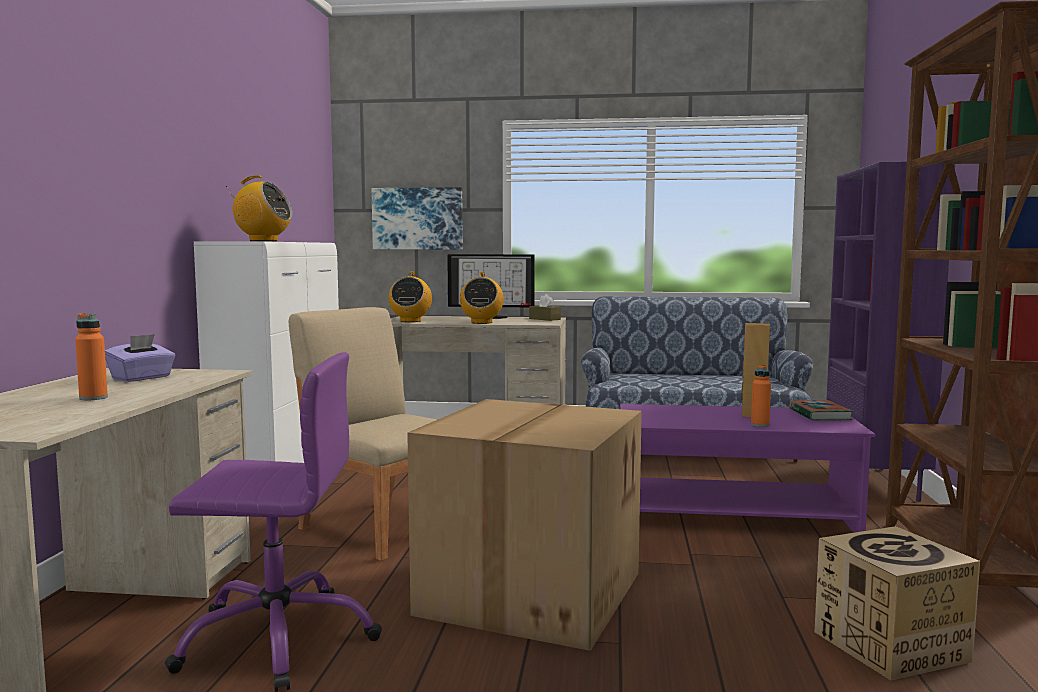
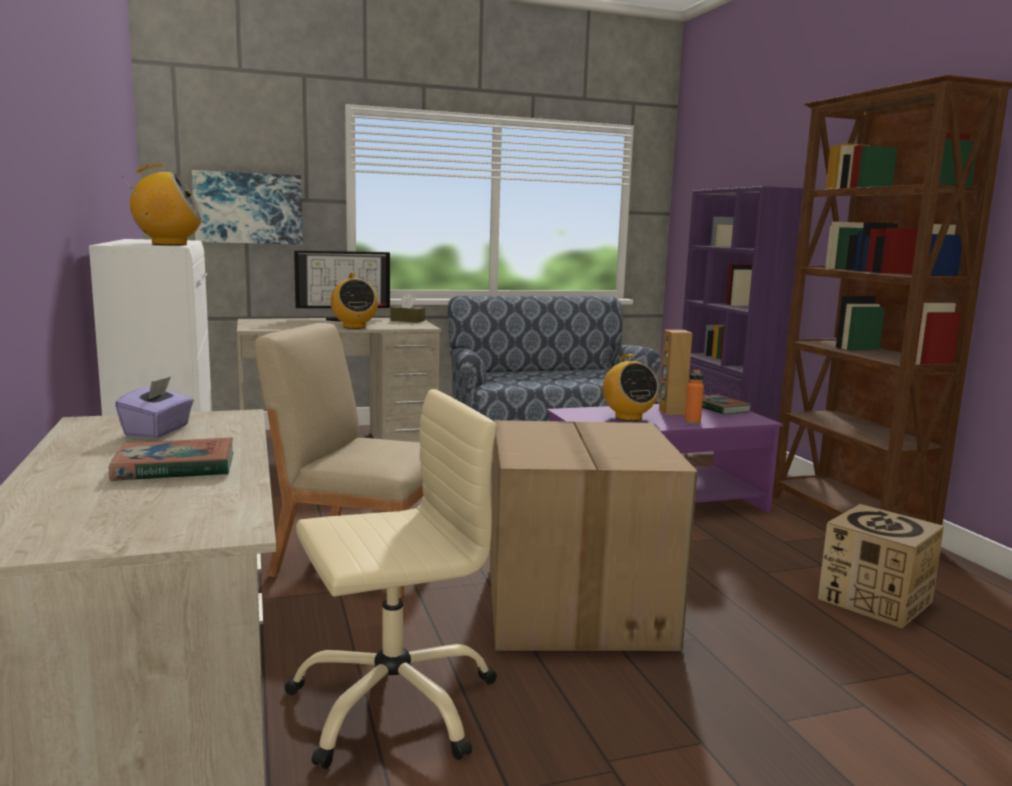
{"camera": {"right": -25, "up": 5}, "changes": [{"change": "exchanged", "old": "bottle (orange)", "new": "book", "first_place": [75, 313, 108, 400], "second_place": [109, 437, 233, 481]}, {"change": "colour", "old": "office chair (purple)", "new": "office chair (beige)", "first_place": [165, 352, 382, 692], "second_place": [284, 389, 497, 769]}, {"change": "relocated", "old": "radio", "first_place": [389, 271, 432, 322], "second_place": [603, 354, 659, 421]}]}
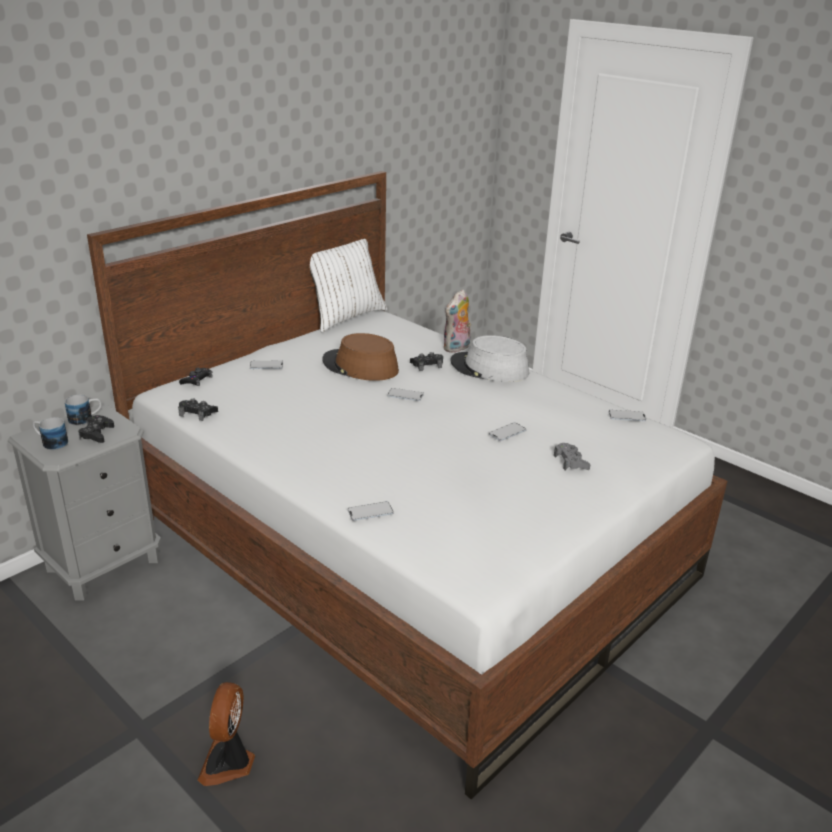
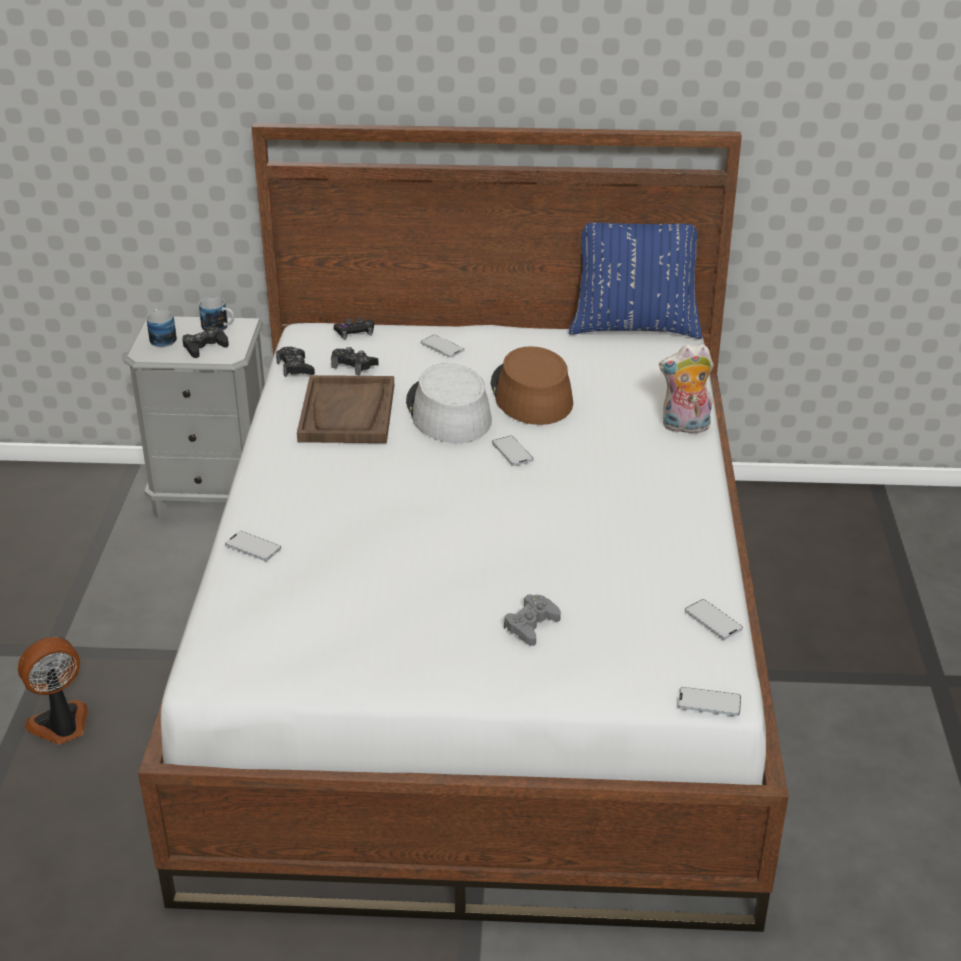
{"camera": {"right": 50, "up": 5}, "changes": [{"change": "appeared", "new": "tray (brown)", "second_place": [297, 375, 394, 443]}, {"change": "relocated", "old": "game controller (black)", "first_place": [410, 352, 443, 371], "second_place": [331, 347, 379, 376]}, {"change": "relocated", "old": "hat (grey)", "first_place": [451, 335, 529, 382], "second_place": [406, 363, 492, 443]}, {"change": "colour", "old": "pillow (white)", "new": "pillow (blue)", "first_place": [310, 239, 387, 332], "second_place": [569, 223, 702, 339]}, {"change": "relocated", "old": "phone", "first_place": [489, 422, 526, 441], "second_place": [678, 687, 741, 716]}]}
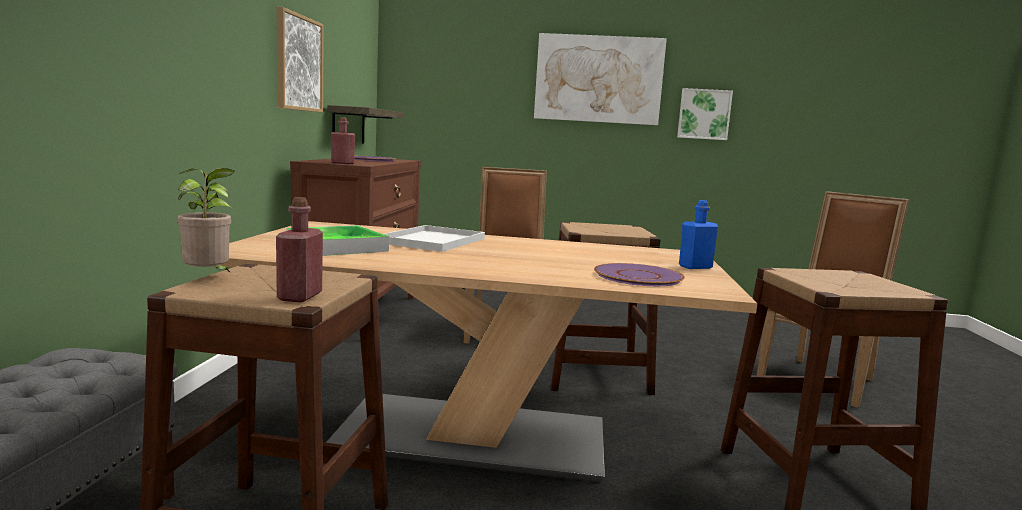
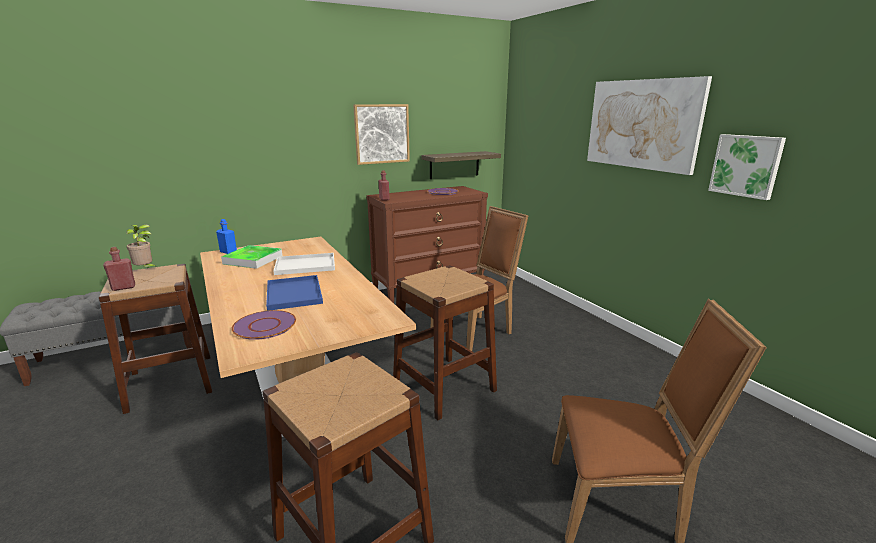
{"camera": {"right": 55, "up": 10}, "changes": [{"change": "relocated", "old": "bottle (blue)", "first_place": [679, 200, 718, 269], "second_place": [216, 219, 237, 254]}, {"change": "appeared", "new": "tray (blue)", "second_place": [266, 275, 323, 311]}]}
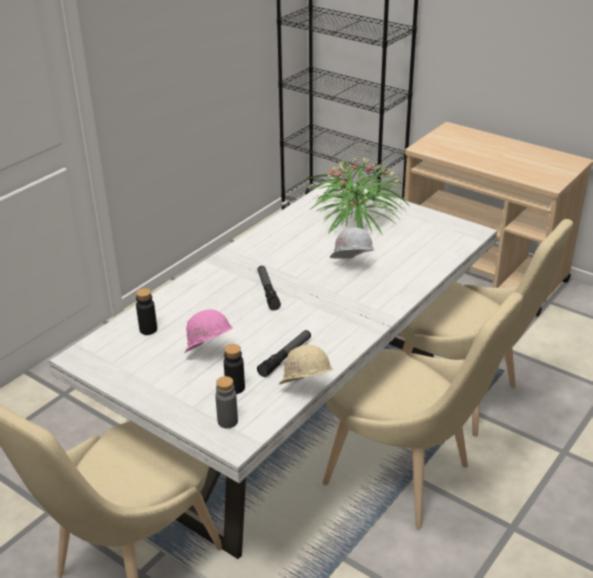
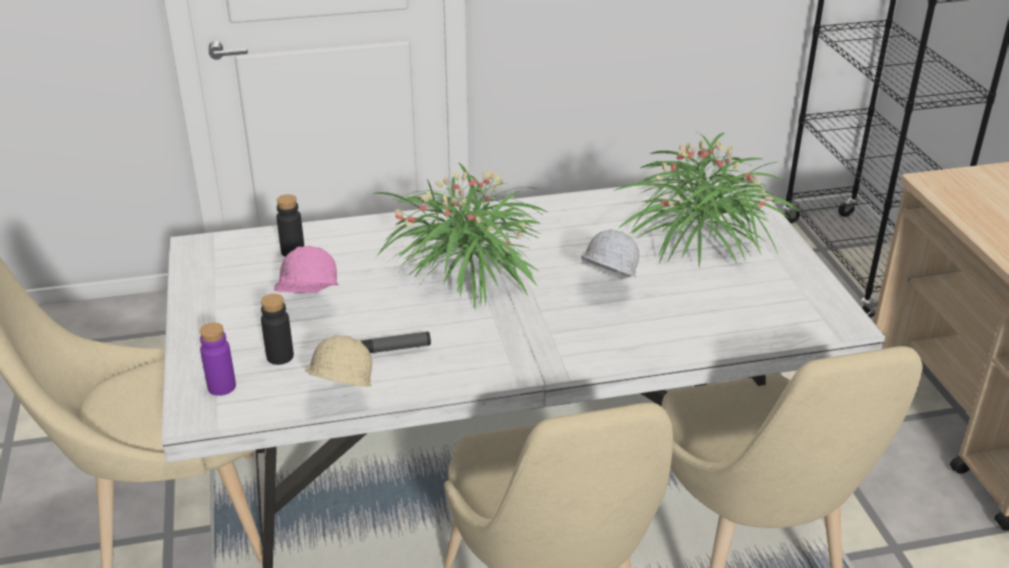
{"camera": {"right": 40, "up": 0}, "changes": [{"change": "colour", "old": "bottle (grey)", "new": "bottle (purple)", "first_place": [215, 376, 238, 429], "second_place": [200, 323, 236, 396]}, {"change": "exchanged", "old": "flashlight", "new": "potted plant", "first_place": [257, 266, 281, 310], "second_place": [375, 162, 547, 308]}]}
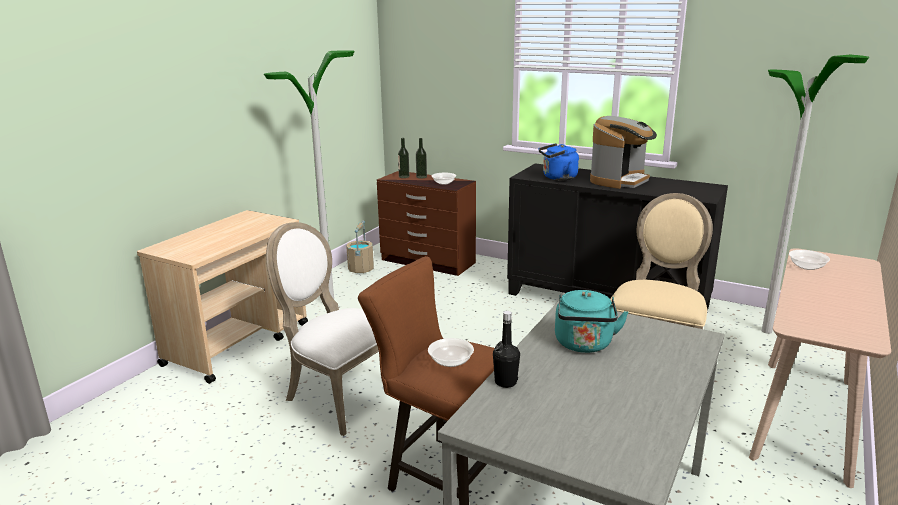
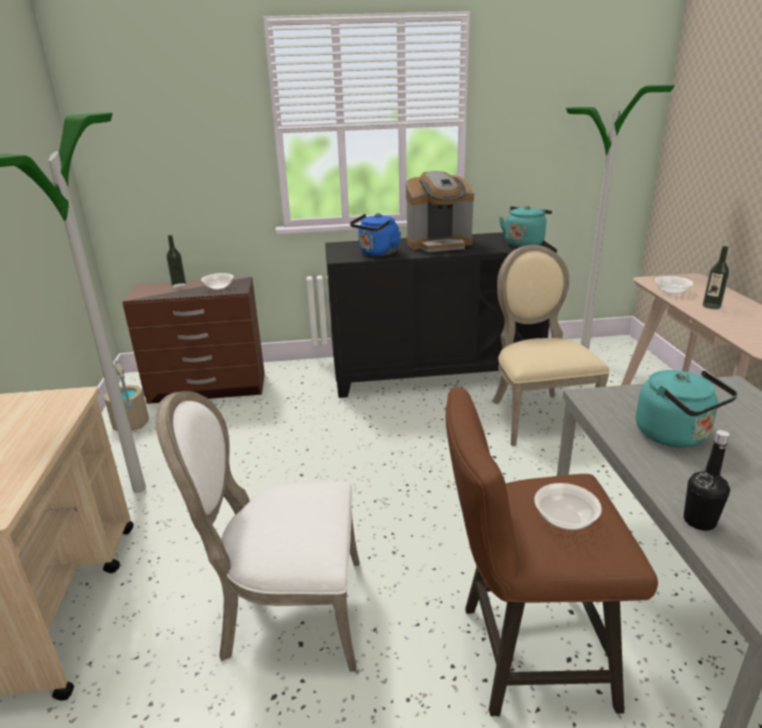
{"camera": {"right": -35, "up": 5}, "changes": [{"change": "spun", "old": "coffee machine", "first_place": [590, 116, 657, 189], "second_place": [406, 171, 474, 252], "degrees": 75}, {"change": "appeared", "new": "kettle (turquoise)", "second_place": [499, 205, 552, 247]}, {"change": "relocated", "old": "bottle", "first_place": [398, 138, 410, 178], "second_place": [703, 246, 729, 309]}]}
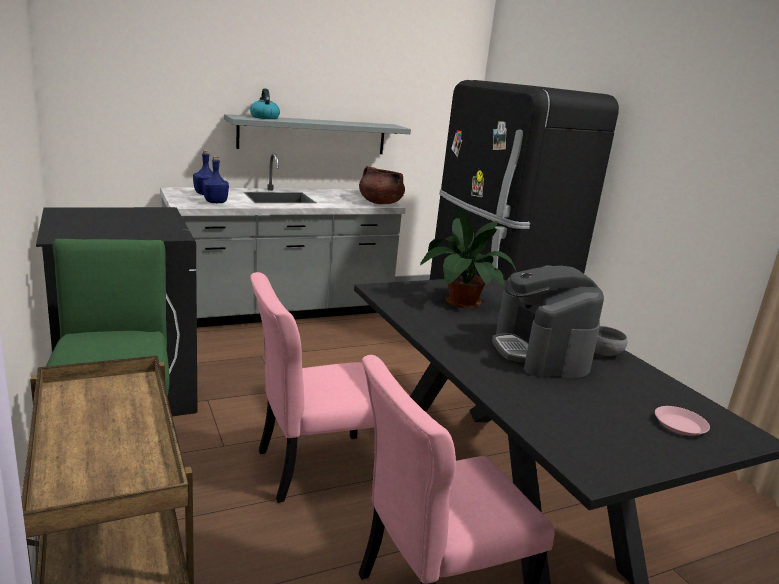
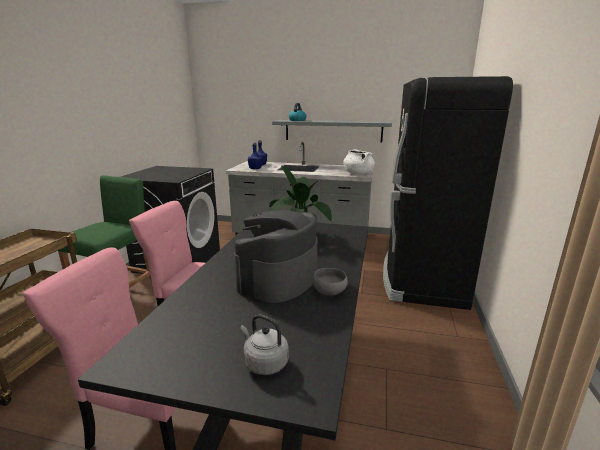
{"camera": {"right": 40, "up": 0}, "changes": [{"change": "exchanged", "old": "plate (pink)", "new": "kettle (grey)", "first_place": [655, 406, 710, 436], "second_place": [240, 314, 289, 375]}, {"change": "colour", "old": "cooking pot (brown)", "new": "cooking pot (white)", "first_place": [359, 166, 405, 204], "second_place": [343, 149, 375, 175]}]}
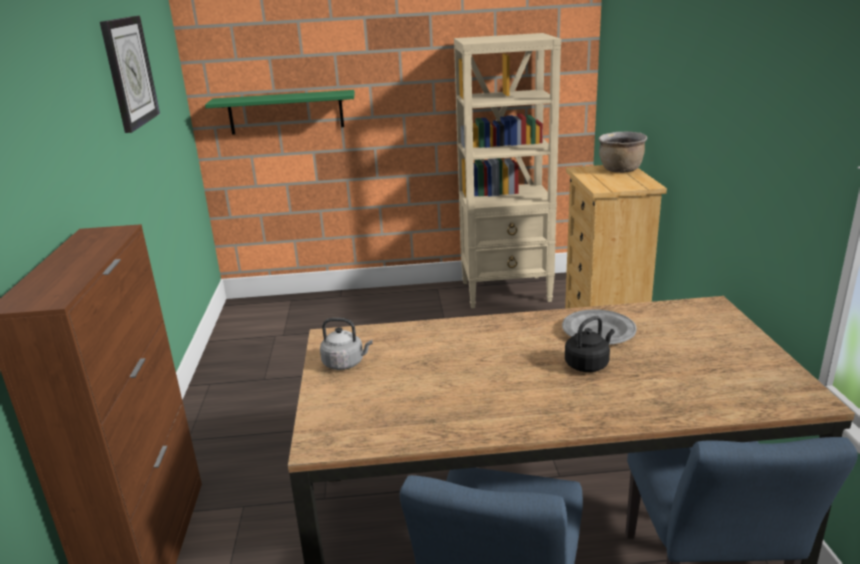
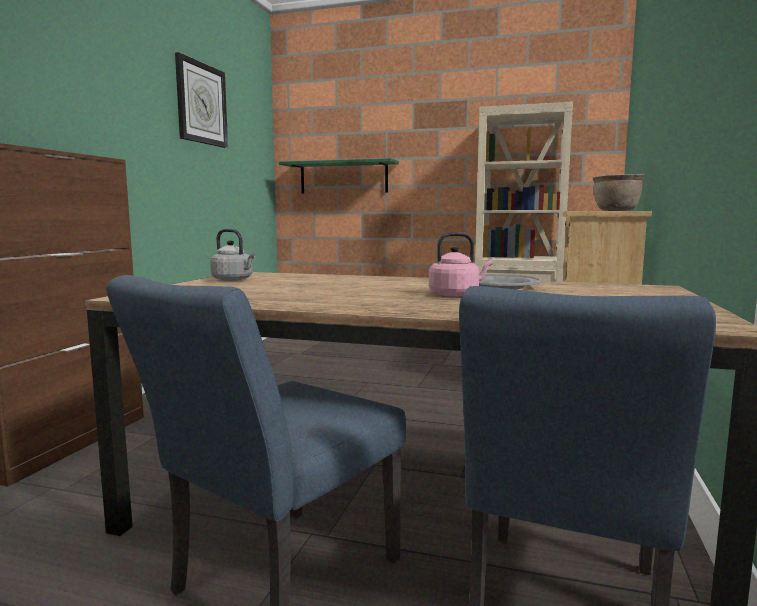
{"camera": {"right": 20, "up": -15}, "changes": [{"change": "colour", "old": "kettle (black)", "new": "kettle (pink)", "first_place": [565, 316, 615, 372], "second_place": [429, 232, 493, 297]}]}
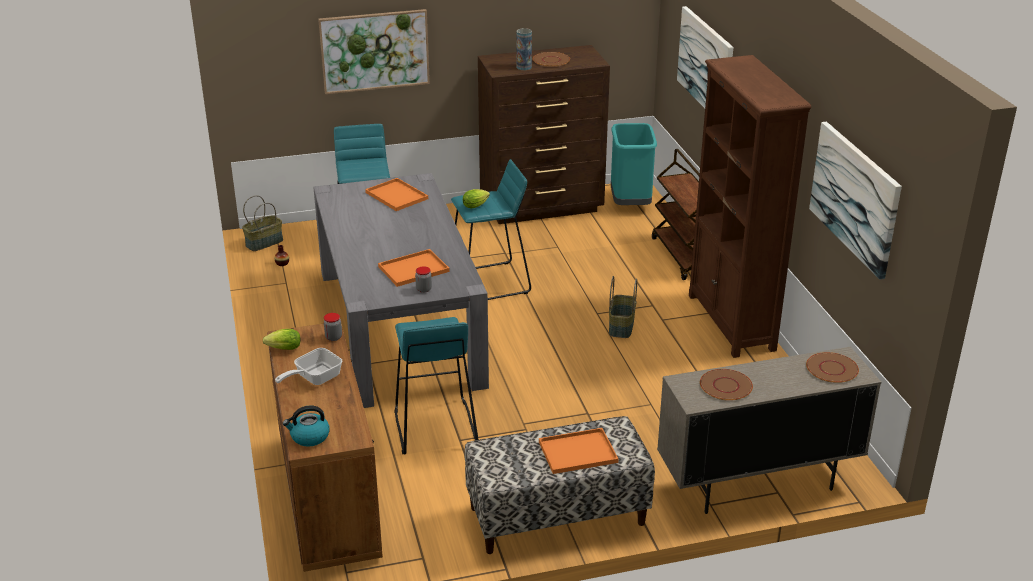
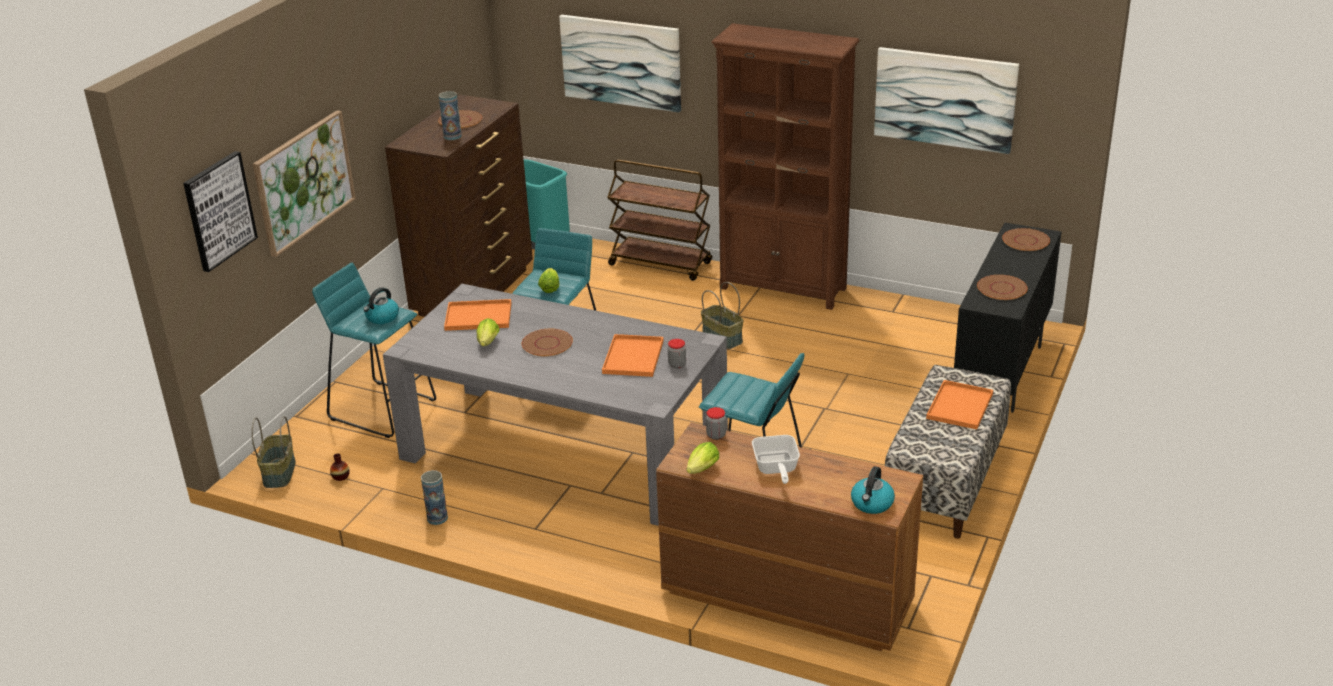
{"camera": {"right": -50, "up": 0}, "changes": [{"change": "appeared", "new": "picture", "second_place": [183, 151, 258, 272]}, {"change": "appeared", "new": "kettle", "second_place": [363, 287, 399, 324]}, {"change": "appeared", "new": "vase", "second_place": [421, 470, 448, 525]}, {"change": "appeared", "new": "lettuce", "second_place": [477, 318, 500, 346]}, {"change": "appeared", "new": "plate (brown)", "second_place": [522, 329, 573, 356]}, {"change": "colour", "old": "cabinet (beige)", "new": "cabinet (black)", "first_place": [657, 347, 881, 514], "second_place": [954, 222, 1062, 413]}]}
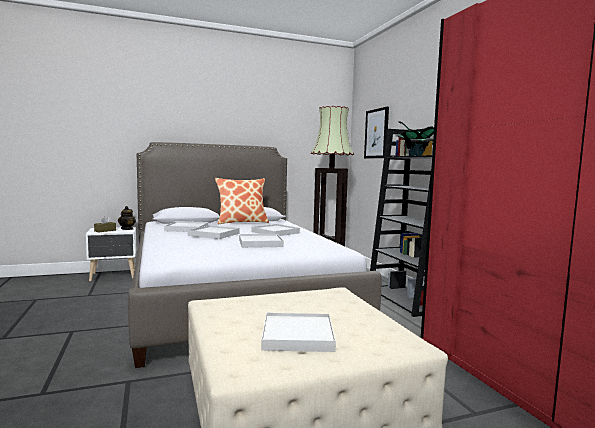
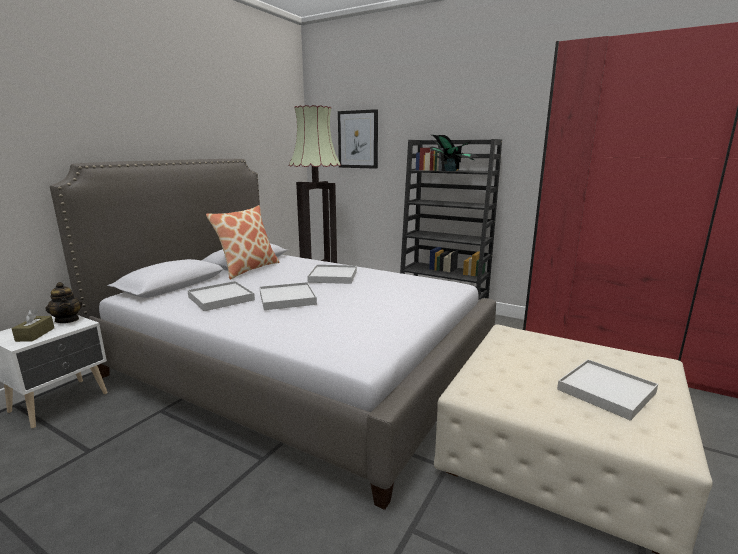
{"camera": {"right": -40, "up": 10}, "changes": [{"change": "missing", "old": "tray (white)", "first_place": [239, 234, 284, 248]}]}
